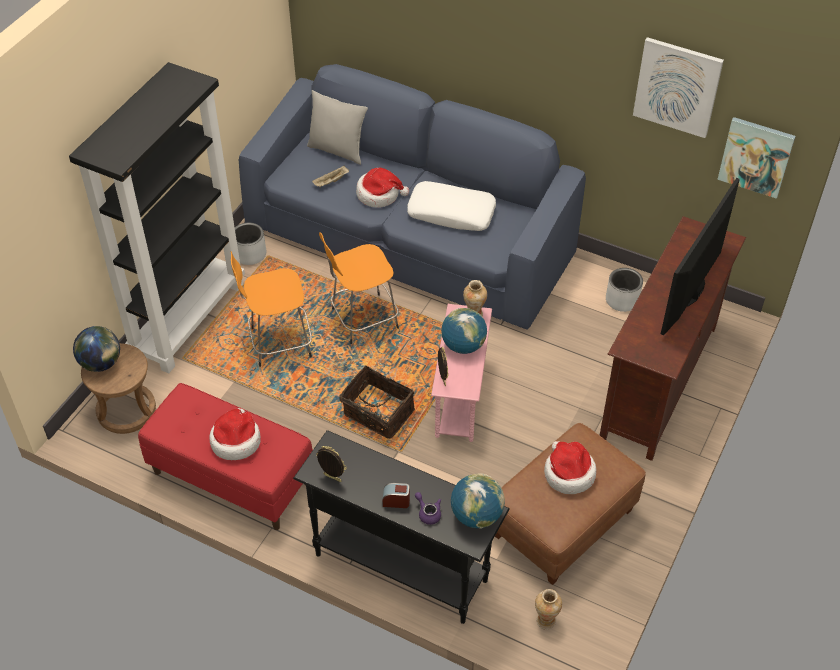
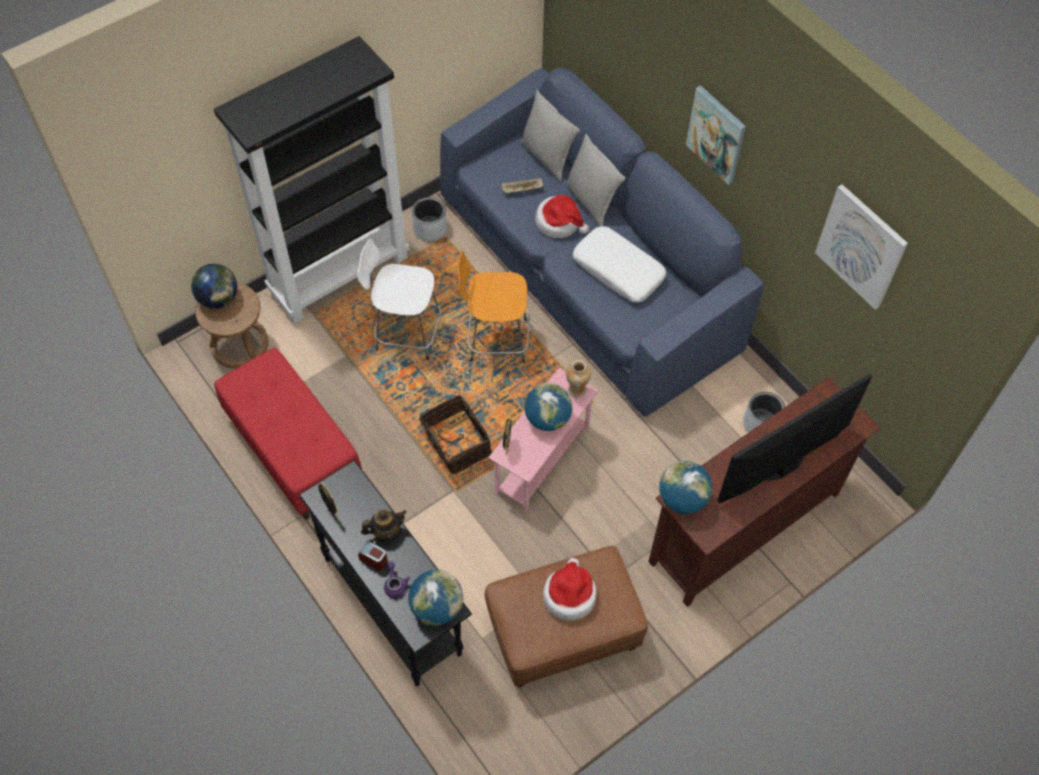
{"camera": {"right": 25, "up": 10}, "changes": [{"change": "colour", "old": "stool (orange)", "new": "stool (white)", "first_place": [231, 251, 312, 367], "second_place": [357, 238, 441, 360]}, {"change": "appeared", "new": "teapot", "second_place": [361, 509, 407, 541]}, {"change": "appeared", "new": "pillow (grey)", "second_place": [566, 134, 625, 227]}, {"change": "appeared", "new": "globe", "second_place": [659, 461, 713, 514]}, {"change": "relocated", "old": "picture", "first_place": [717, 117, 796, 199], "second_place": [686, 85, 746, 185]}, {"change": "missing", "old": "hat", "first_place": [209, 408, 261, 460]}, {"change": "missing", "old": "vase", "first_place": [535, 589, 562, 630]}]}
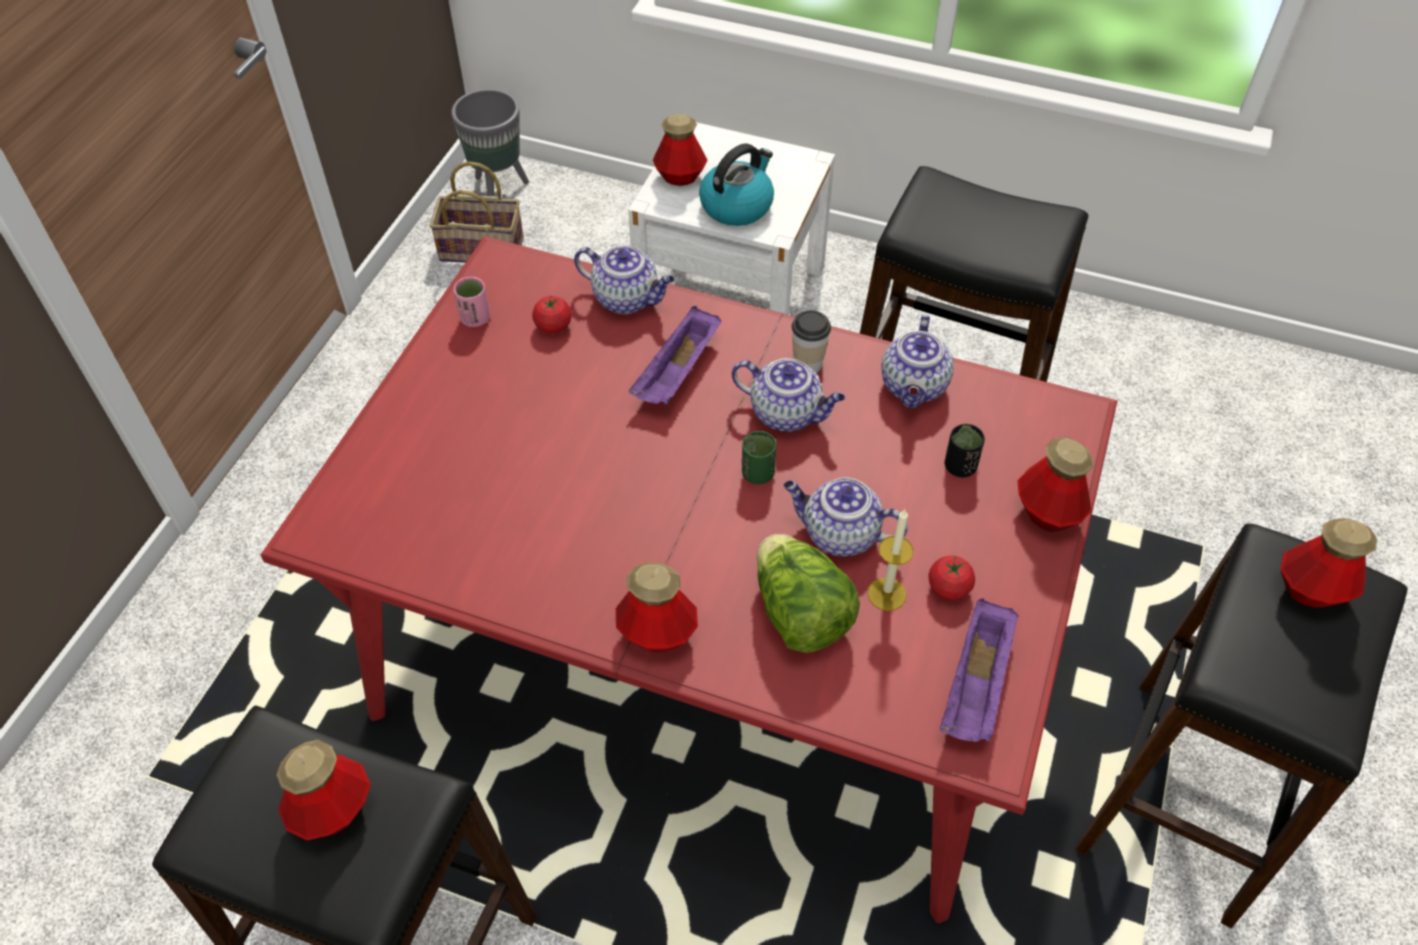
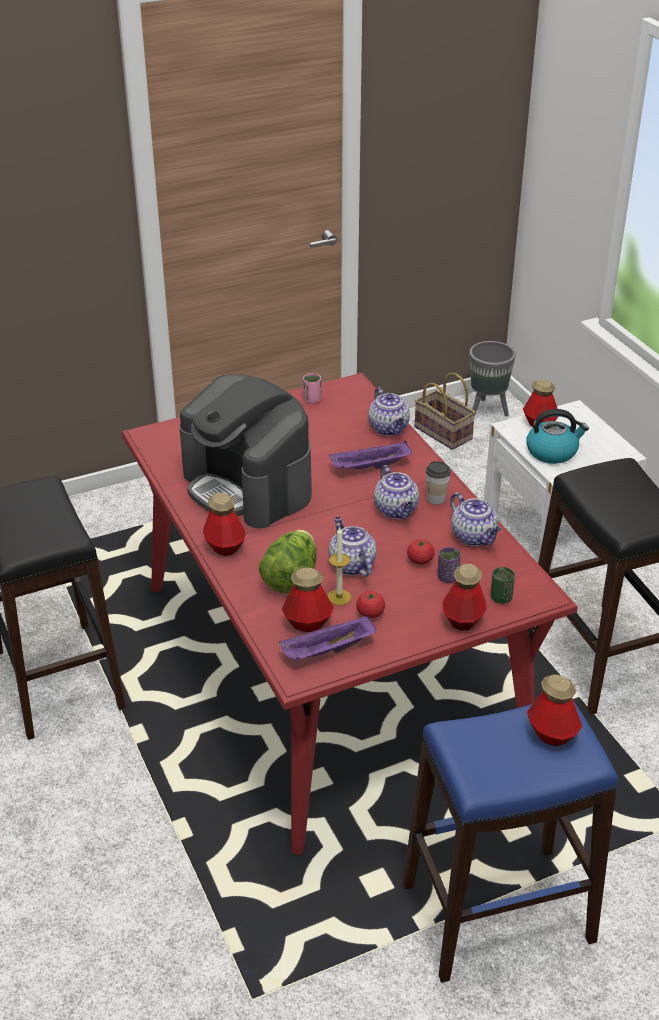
{"camera": {"right": 45, "up": -15}, "changes": [{"change": "appeared", "new": "coffee machine", "second_place": [179, 374, 312, 528]}, {"change": "relocated", "old": "bottle", "first_place": [276, 739, 371, 840], "second_place": [282, 567, 334, 632]}, {"change": "colour", "old": "stool (black)", "new": "stool (blue)", "first_place": [1076, 524, 1408, 928], "second_place": [403, 701, 618, 983]}, {"change": "relocated", "old": "tomato", "first_place": [532, 295, 572, 334], "second_place": [407, 539, 435, 565]}, {"change": "colour", "old": "cup (black)", "new": "cup (purple)", "first_place": [945, 424, 985, 477], "second_place": [438, 547, 461, 583]}, {"change": "spun", "old": "teapot", "first_place": [881, 314, 954, 408], "second_place": [450, 492, 501, 546], "degrees": -90}, {"change": "relocated", "old": "cup (green)", "first_place": [742, 431, 777, 484], "second_place": [491, 567, 515, 604]}]}
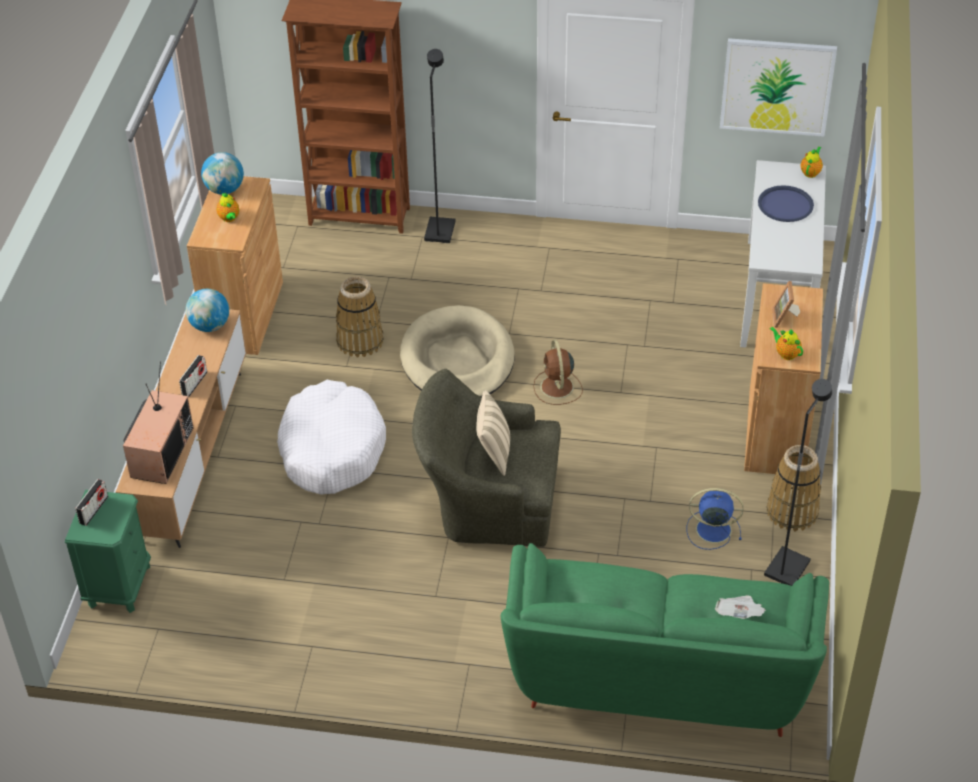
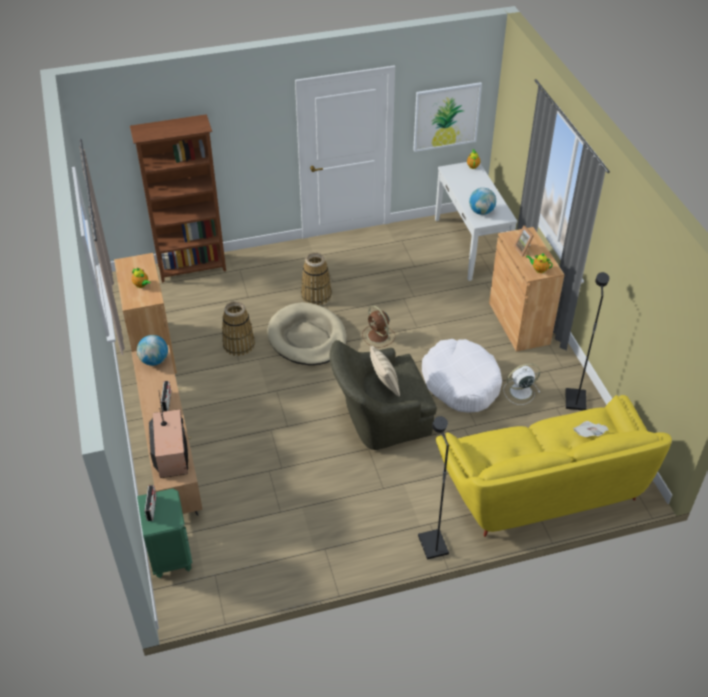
{"camera": {"right": -25, "up": 0}, "changes": [{"change": "relocated", "old": "basket", "first_place": [767, 445, 821, 531], "second_place": [301, 253, 332, 305]}, {"change": "relocated", "old": "floor lamp (black)", "first_place": [424, 49, 455, 243], "second_place": [418, 416, 449, 559]}, {"change": "relocated", "old": "dog bed (white)", "first_place": [277, 380, 386, 495], "second_place": [422, 339, 502, 413]}, {"change": "colour", "old": "sofa (green)", "new": "sofa (yellow)", "first_place": [501, 543, 829, 737], "second_place": [436, 395, 672, 537]}, {"change": "relocated", "old": "globe", "first_place": [201, 152, 244, 195], "second_place": [469, 188, 496, 215]}, {"change": "colour", "old": "fan (blue)", "new": "fan (white)", "first_place": [687, 488, 744, 550], "second_place": [503, 363, 540, 405]}, {"change": "missing", "old": "tray (blue)", "first_place": [758, 185, 814, 222]}]}
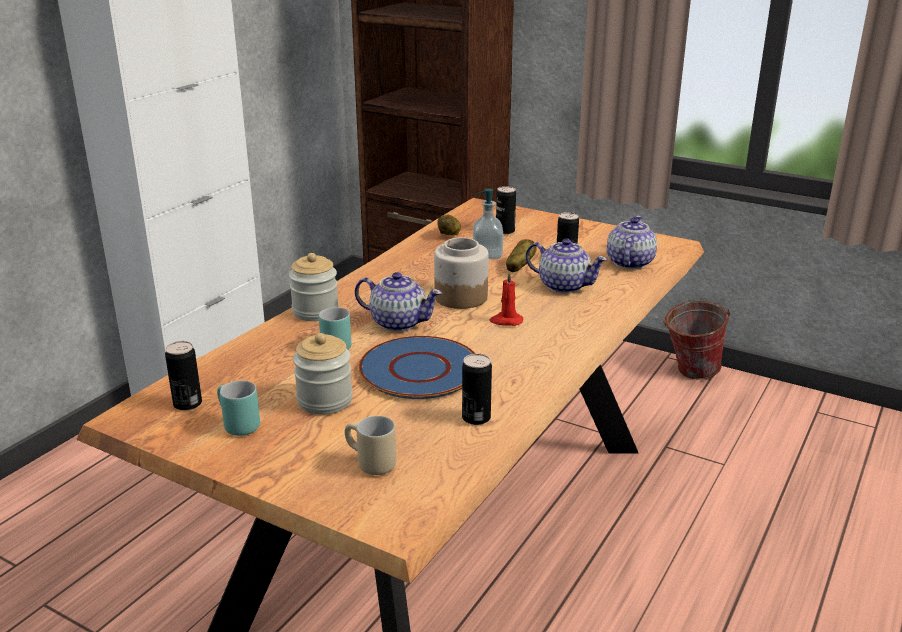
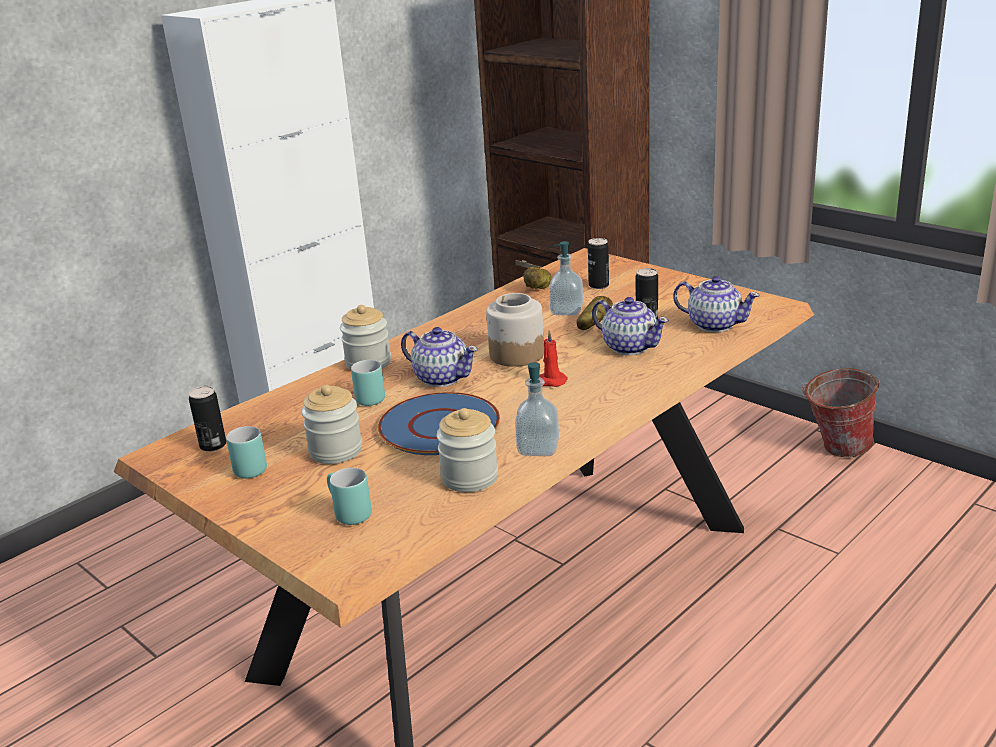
{"camera": {"right": 15, "up": 0}, "changes": [{"change": "colour", "old": "mug (beige)", "new": "mug (turquoise)", "first_place": [345, 416, 396, 475], "second_place": [327, 468, 372, 525]}, {"change": "exchanged", "old": "can", "new": "jar", "first_place": [462, 354, 492, 425], "second_place": [436, 408, 498, 492]}, {"change": "appeared", "new": "soap dispenser", "second_place": [515, 362, 559, 456]}, {"change": "spun", "old": "teapot", "first_place": [607, 216, 657, 269], "second_place": [673, 276, 760, 332], "degrees": 90}]}
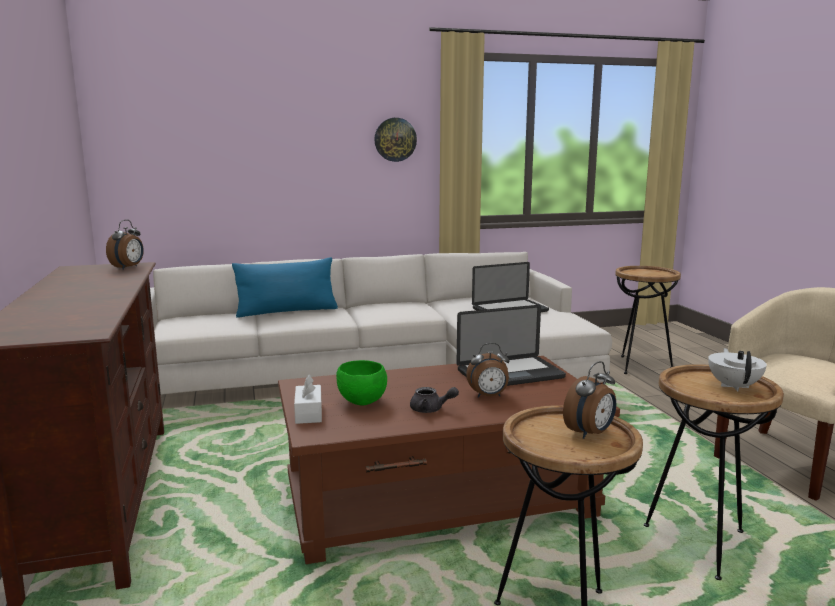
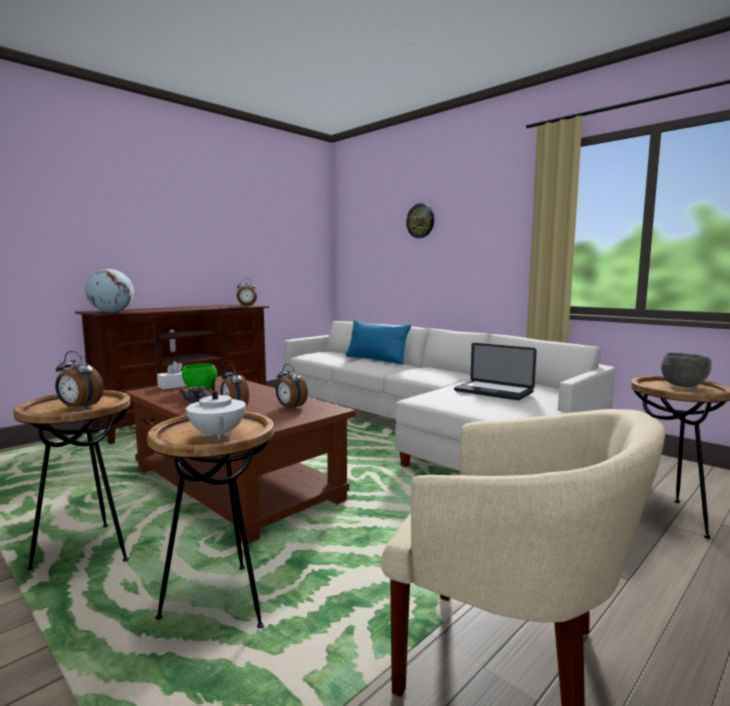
{"camera": {"right": 60, "up": -5}, "changes": [{"change": "appeared", "new": "globe", "second_place": [85, 269, 134, 313]}, {"change": "spun", "old": "teapot (white)", "first_place": [708, 348, 767, 391], "second_place": [186, 380, 246, 440], "degrees": 90}, {"change": "exchanged", "old": "laptop", "new": "alarm clock", "first_place": [457, 305, 566, 386], "second_place": [276, 364, 308, 409]}, {"change": "relocated", "old": "wall clock", "first_place": [374, 118, 417, 162], "second_place": [406, 203, 434, 238]}, {"change": "appeared", "new": "bowl (grey)", "second_place": [661, 353, 711, 387]}]}
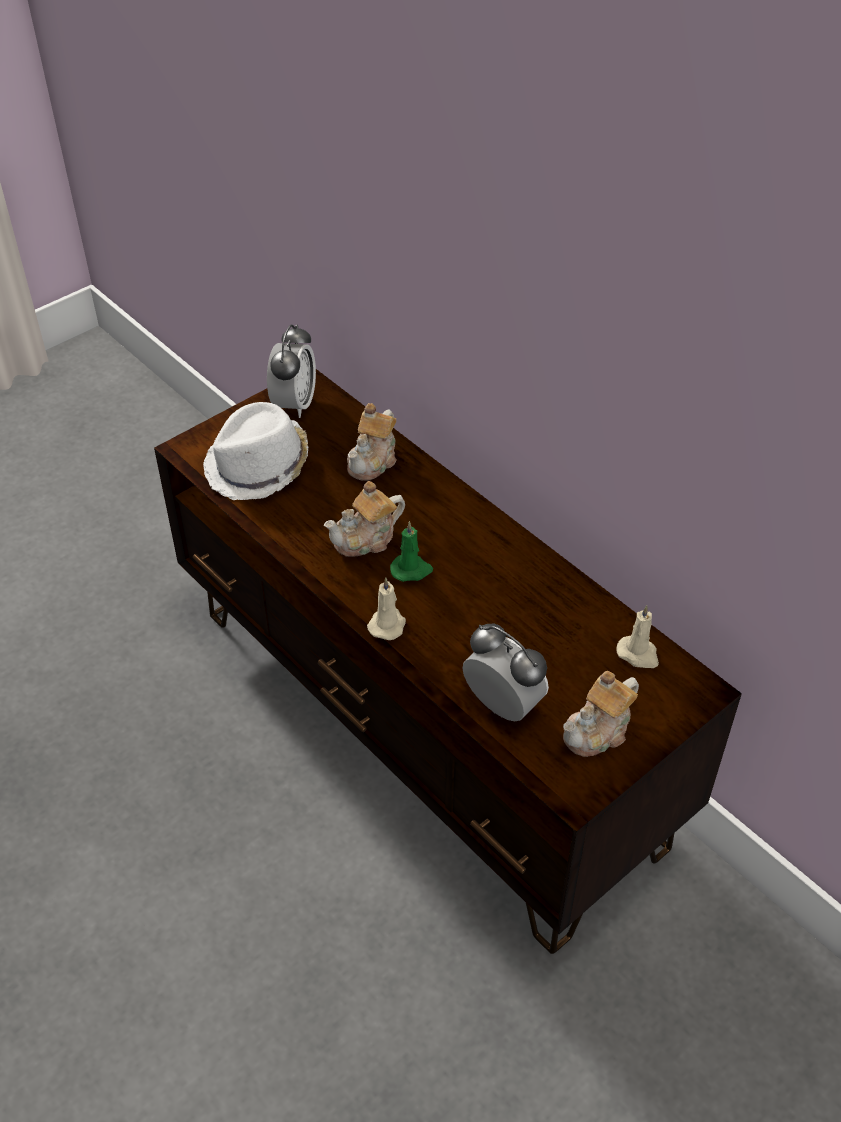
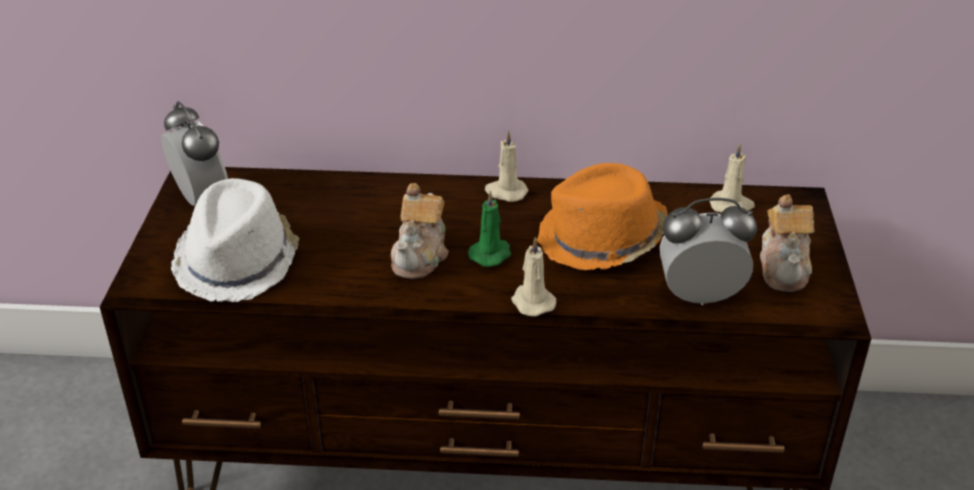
{"camera": {"right": -45, "up": -10}, "changes": [{"change": "appeared", "new": "candle (beige)", "second_place": [485, 130, 529, 202]}, {"change": "appeared", "new": "hat (orange)", "second_place": [536, 163, 668, 270]}, {"change": "missing", "old": "teapot", "first_place": [347, 403, 397, 481]}]}
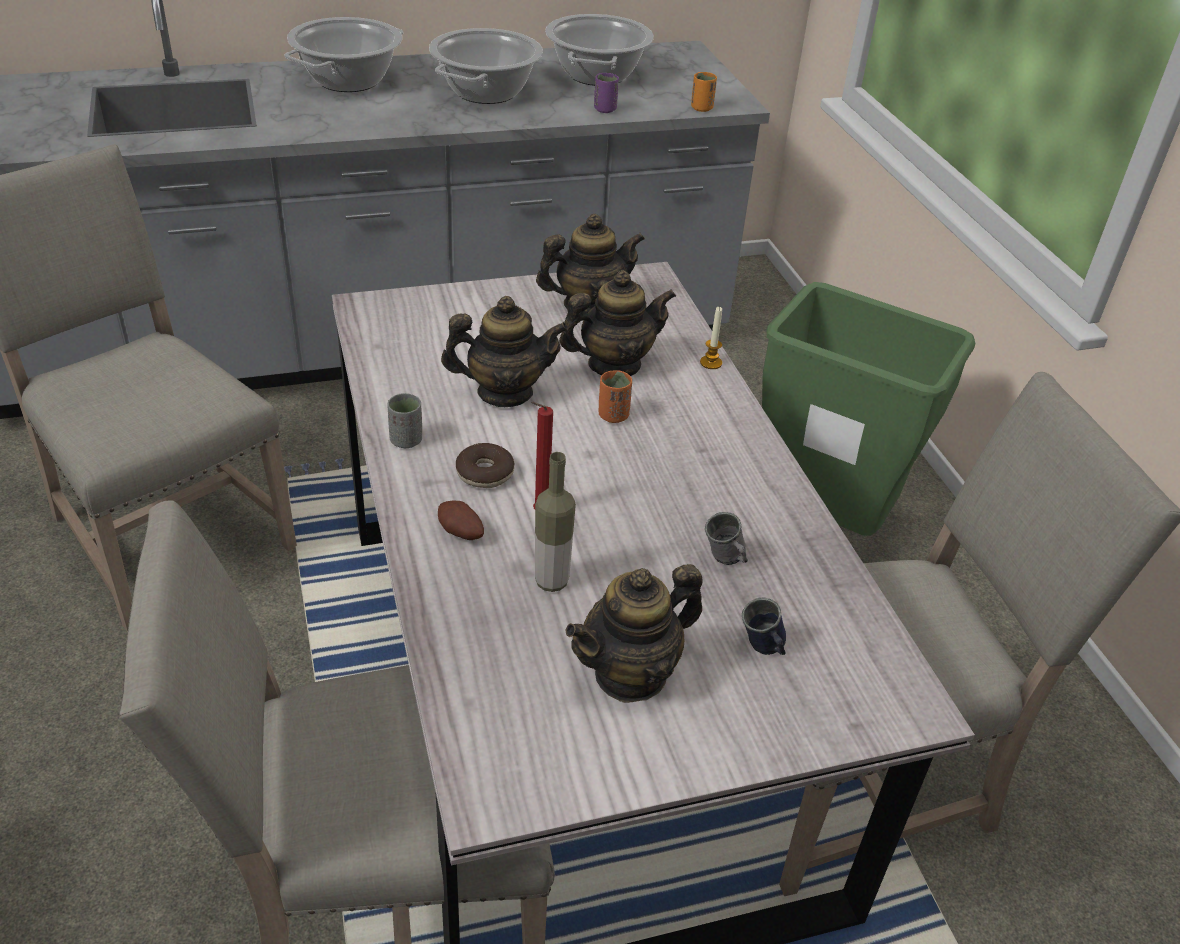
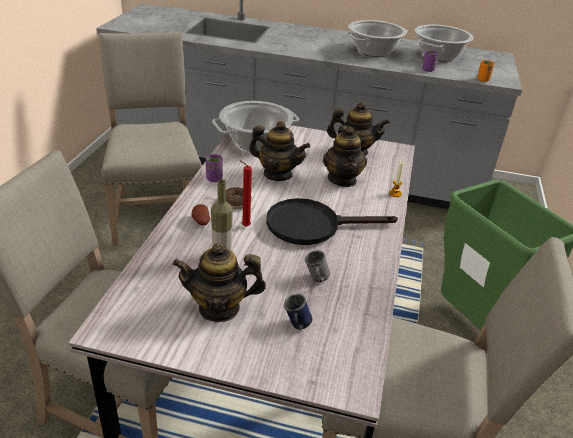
{"camera": {"right": 30, "up": -5}, "changes": [{"change": "colour", "old": "cup (grey)", "new": "cup (purple)", "first_place": [387, 393, 422, 448], "second_place": [206, 154, 223, 182]}, {"change": "relocated", "old": "cooking pot", "first_place": [284, 17, 404, 92], "second_place": [212, 101, 299, 151]}, {"change": "appeared", "new": "frying pan (black)", "second_place": [266, 198, 398, 245]}, {"change": "spun", "old": "teapot", "first_place": [559, 270, 676, 376], "second_place": [323, 126, 367, 187], "degrees": 75}, {"change": "missing", "old": "cup (orange)", "first_place": [599, 370, 632, 423]}]}
